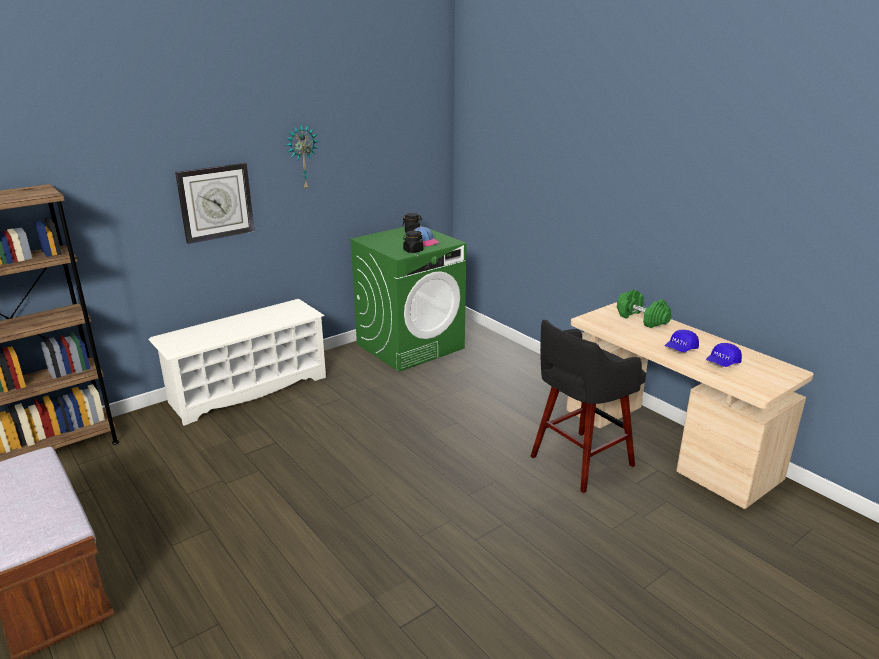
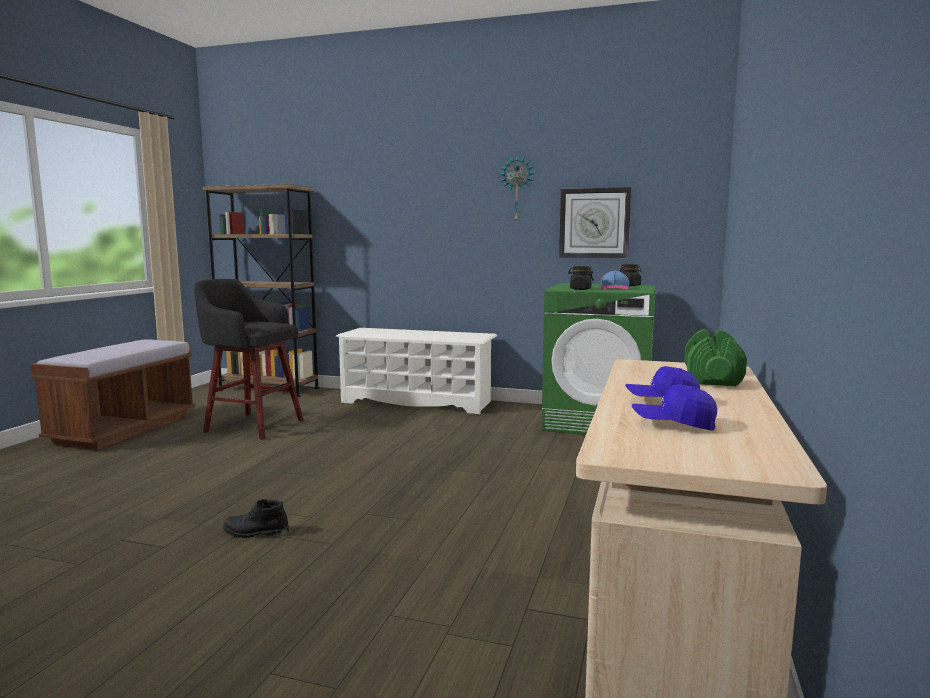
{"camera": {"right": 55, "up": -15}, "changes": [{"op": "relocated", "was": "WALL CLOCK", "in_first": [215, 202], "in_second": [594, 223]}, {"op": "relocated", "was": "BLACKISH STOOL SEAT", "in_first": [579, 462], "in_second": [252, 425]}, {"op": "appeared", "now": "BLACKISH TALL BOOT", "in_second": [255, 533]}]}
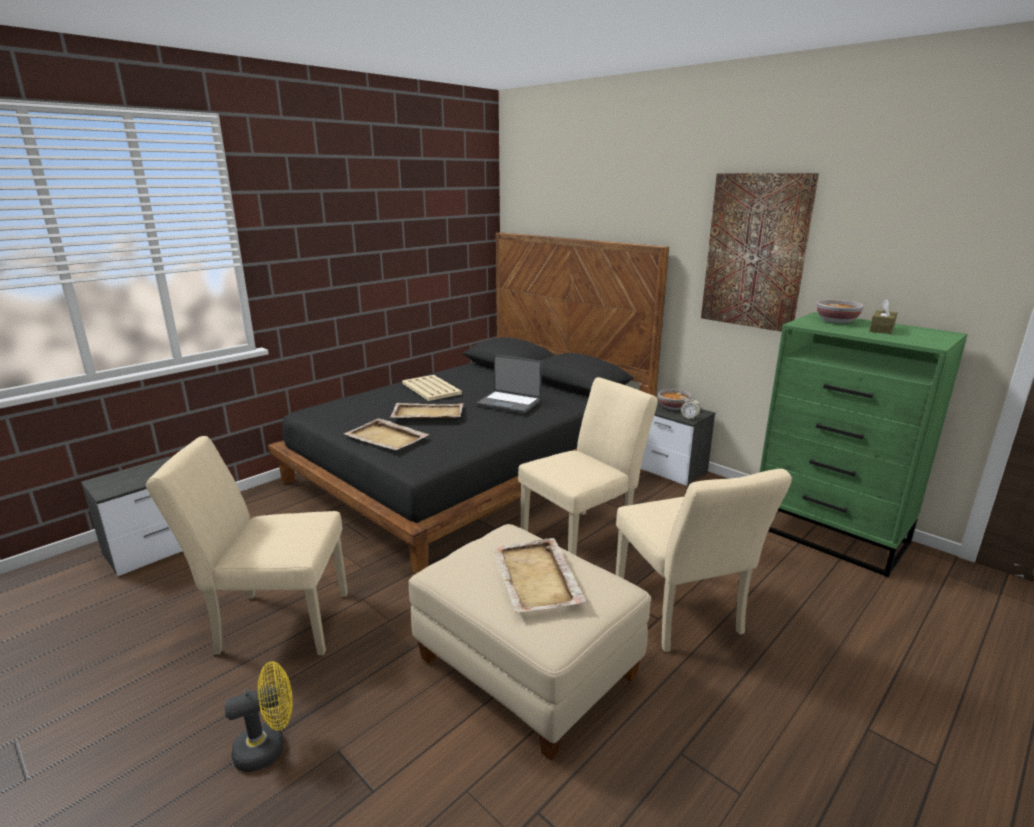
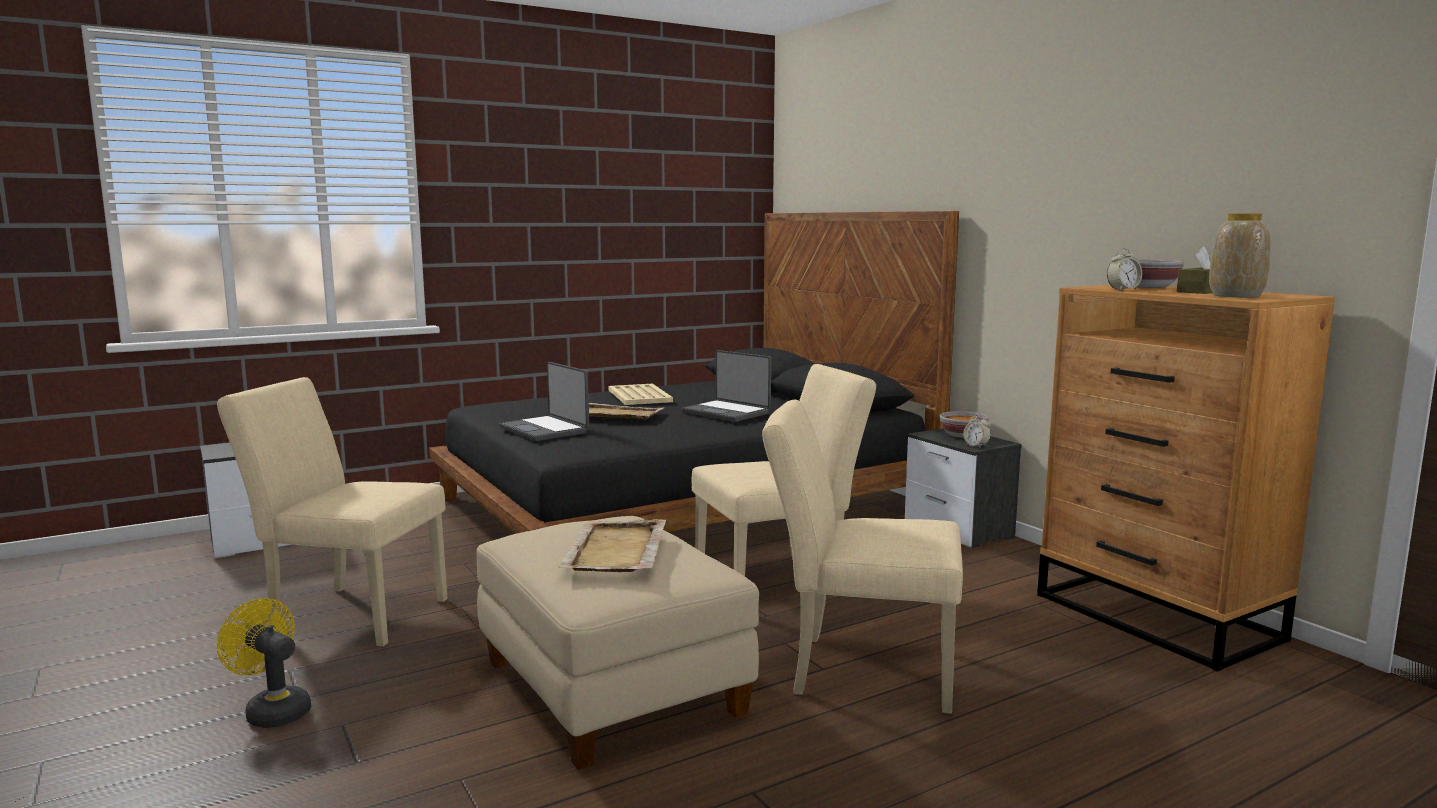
{"camera": {"right": 15, "up": -10}, "changes": [{"op": "missing", "was": "PICTURE", "in_first": [755, 252]}, {"op": "colour", "was": "GREEN-COLOURED CHEST OF DRAWERS", "now": "BROWNISH CHEST OF DRAWERS", "in_first": [830, 534], "in_second": [1158, 618]}, {"op": "exchanged", "was": "BEIGE TRAY", "now": "LAPTOP", "in_first": [387, 438], "in_second": [545, 430]}, {"op": "spun", "was": "BEIGE UPRIGHT CHAIR", "in_first": [682, 616], "in_second": [859, 670], "clockwise": 105}, {"op": "spun", "was": "YELLOWISH COOLING FAN", "in_first": [268, 747], "in_second": [272, 710], "clockwise": -135}, {"op": "appeared", "now": "FLOWER VASE", "in_second": [1235, 296]}, {"op": "appeared", "now": "TABLE CLOCK", "in_second": [1123, 290]}]}
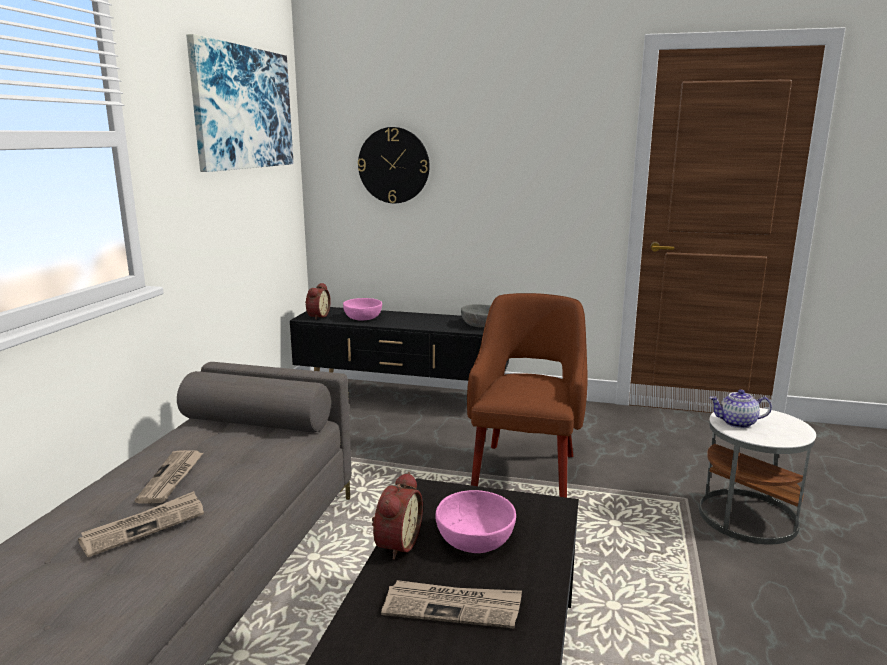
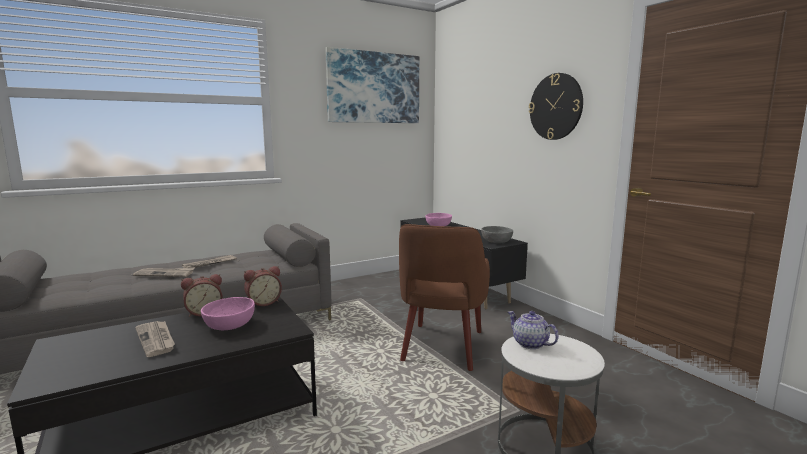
{"camera": {"right": 45, "up": -5}, "changes": [{"op": "relocated", "was": "WALL CLOCK", "in_first": [394, 165], "in_second": [555, 106]}, {"op": "relocated", "was": "TABLE CLOCK", "in_first": [317, 316], "in_second": [263, 302]}, {"op": "spun", "was": "BROWNISH EASY CHAIR", "in_first": [526, 472], "in_second": [442, 347], "clockwise": 135}]}
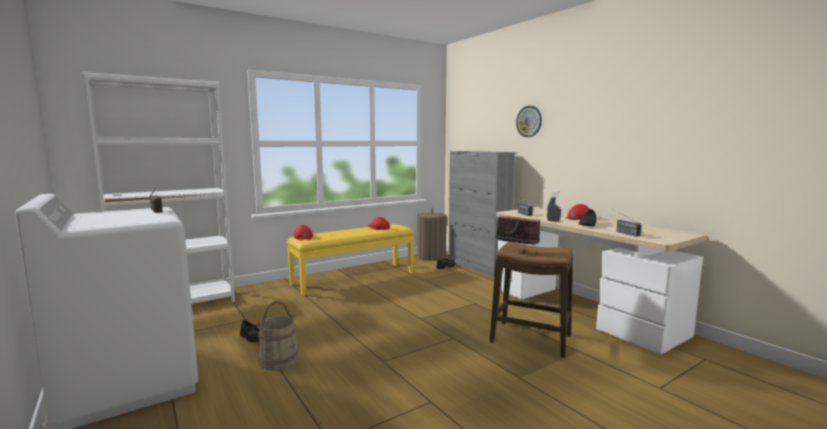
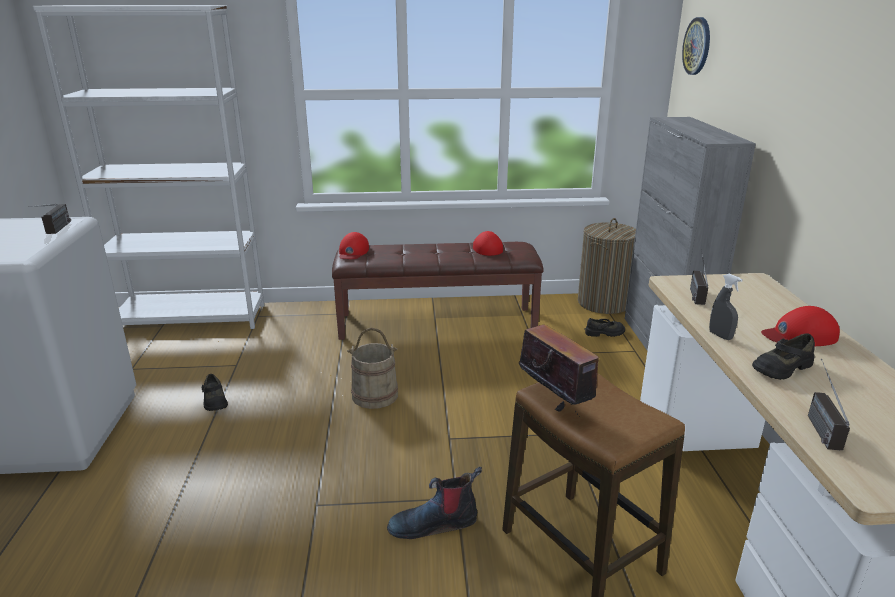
{"camera": {"right": 30, "up": 15}, "changes": [{"op": "relocated", "was": "WALL CLOCK", "in_first": [529, 121], "in_second": [697, 46]}, {"op": "colour", "was": "YELLOWISH LONG SEAT", "now": "BROWNISH LONG SEAT", "in_first": [354, 278], "in_second": [437, 322]}, {"op": "relocated", "was": "BEIGE WATER BUCKET", "in_first": [278, 360], "in_second": [375, 395]}, {"op": "appeared", "now": "TALL BOOT", "in_second": [434, 523]}]}
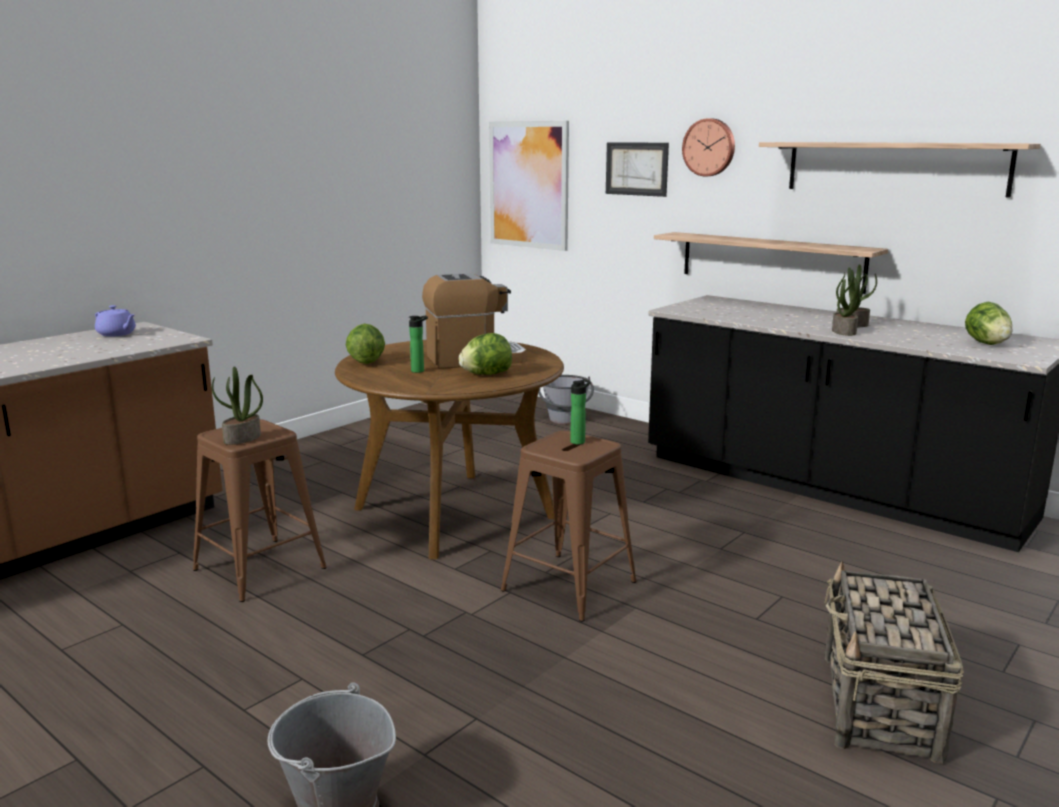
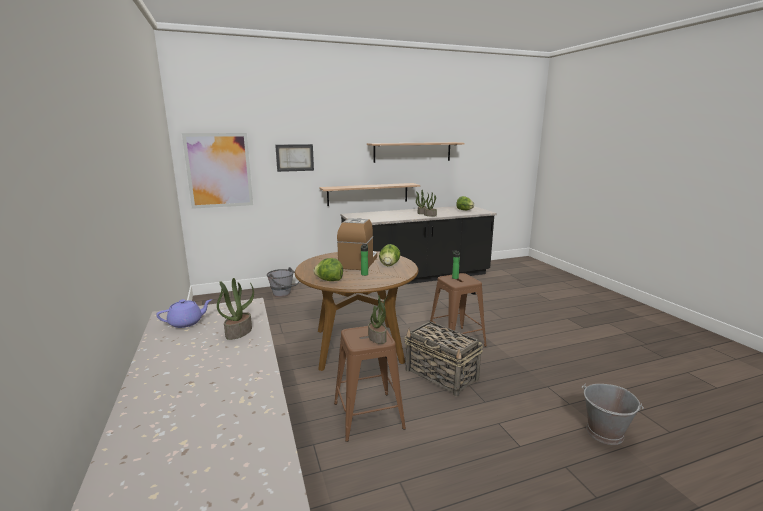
{"camera": {"right": -60, "up": 0}, "changes": [{"op": "missing", "was": "WALL CLOCK", "in_first": [709, 147]}, {"op": "relocated", "was": "HOUSEHOLD BASKET", "in_first": [879, 706], "in_second": [442, 375]}, {"op": "appeared", "now": "PLANT IN A POT", "in_second": [238, 332]}]}
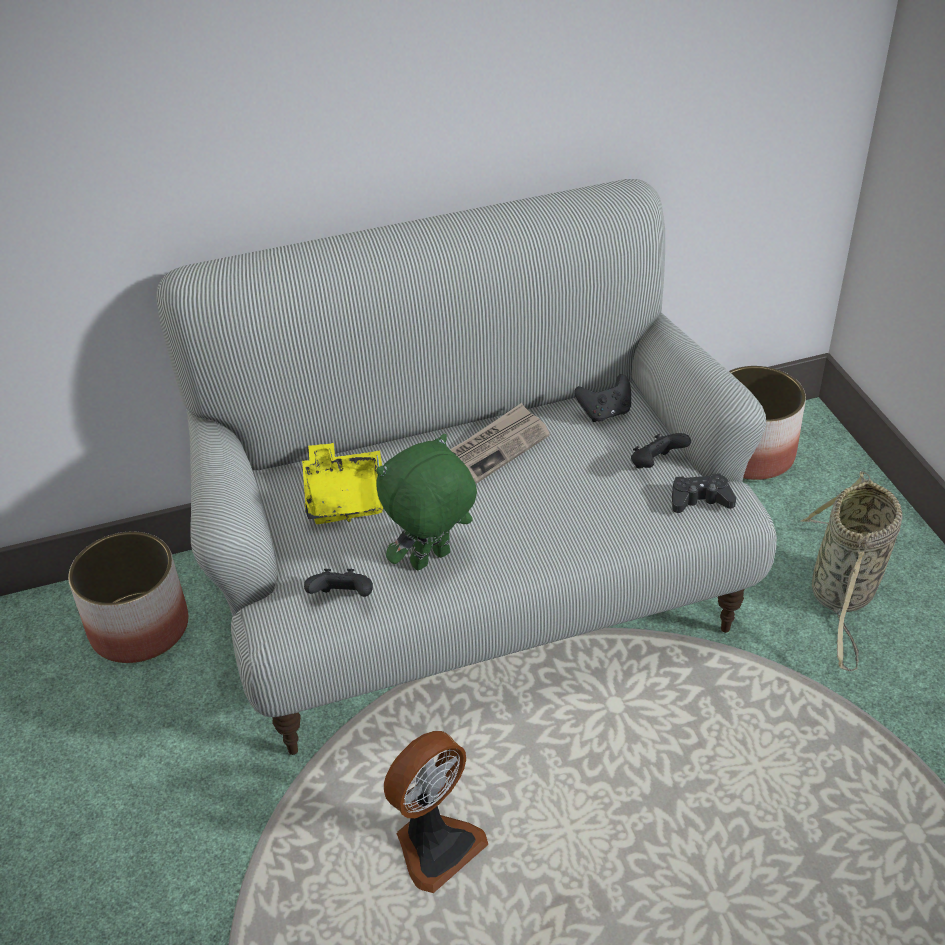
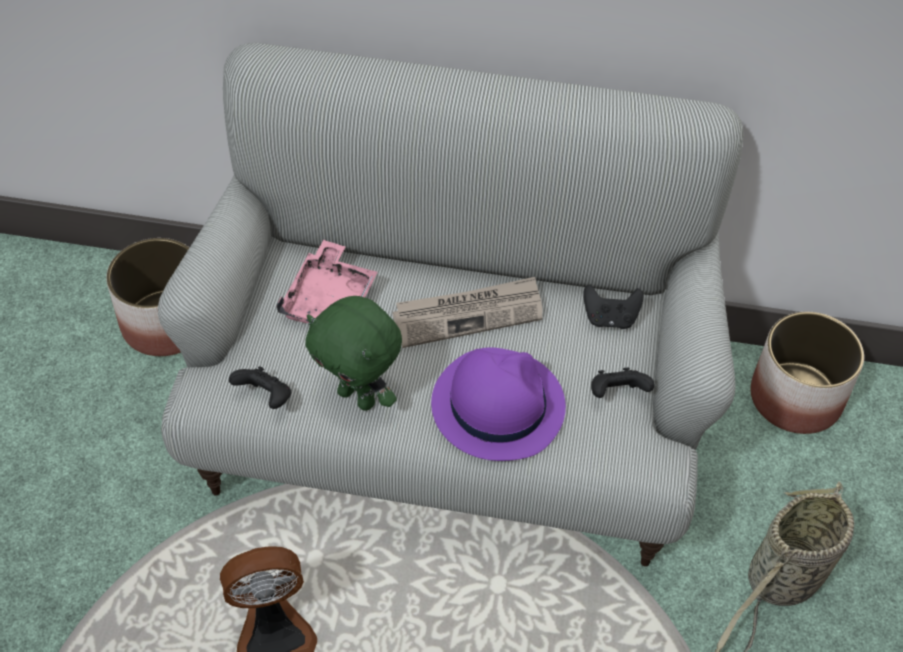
{"camera": {"right": 25, "up": 10}, "changes": [{"op": "spun", "was": "GREEN-COLOURED CUDDLY TOY", "in_first": [431, 561], "in_second": [358, 397], "clockwise": -135}, {"op": "colour", "was": "YELLOWISH TRAY", "now": "PINK-COLOURED TRAY", "in_first": [345, 496], "in_second": [330, 300]}, {"op": "missing", "was": "BLACKISH GAME CONTROLLER", "in_first": [700, 500]}, {"op": "appeared", "now": "PURPLE HAT", "in_second": [497, 405]}]}
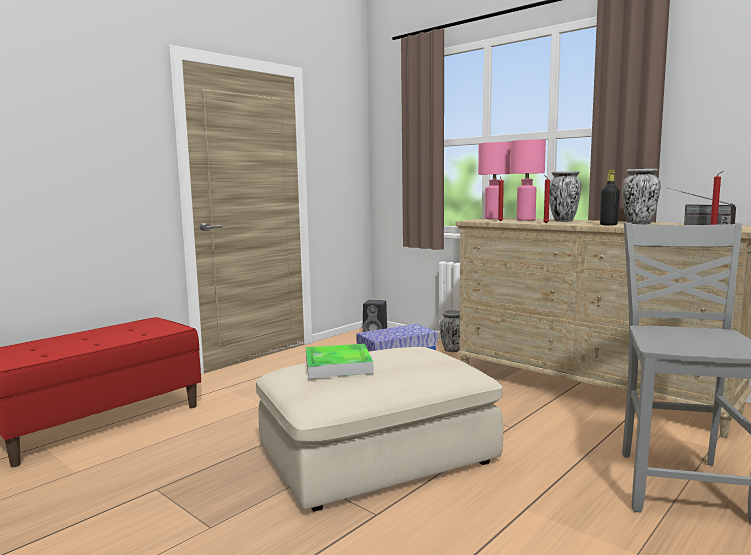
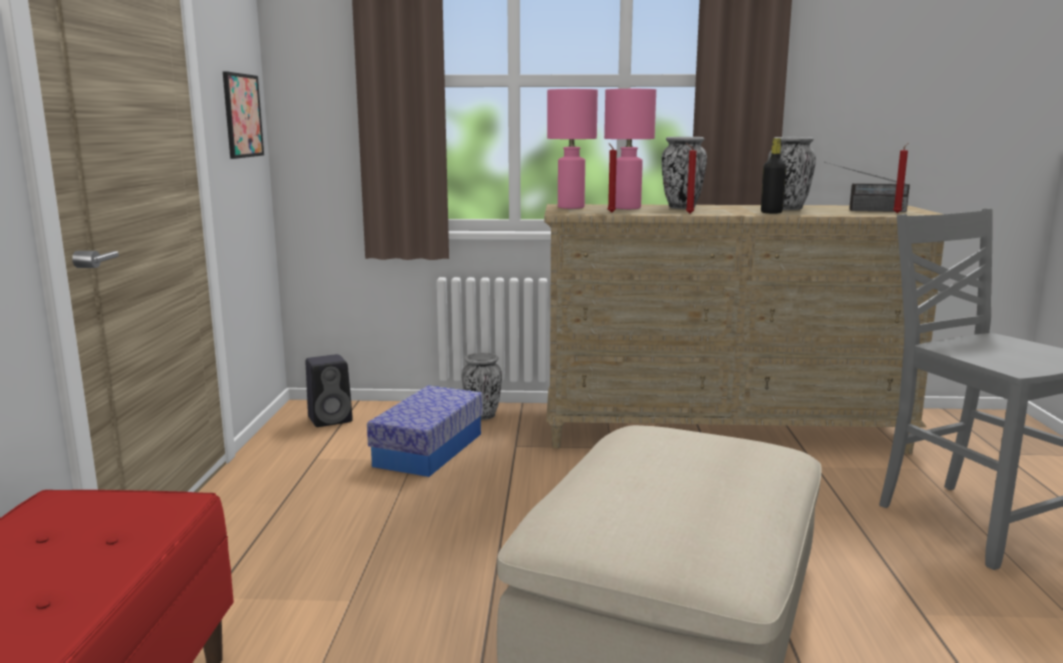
{"camera": {"right": -40, "up": 5}, "changes": [{"op": "missing", "was": "TRAY", "in_first": [338, 365]}, {"op": "appeared", "now": "PICTURE", "in_second": [242, 115]}]}
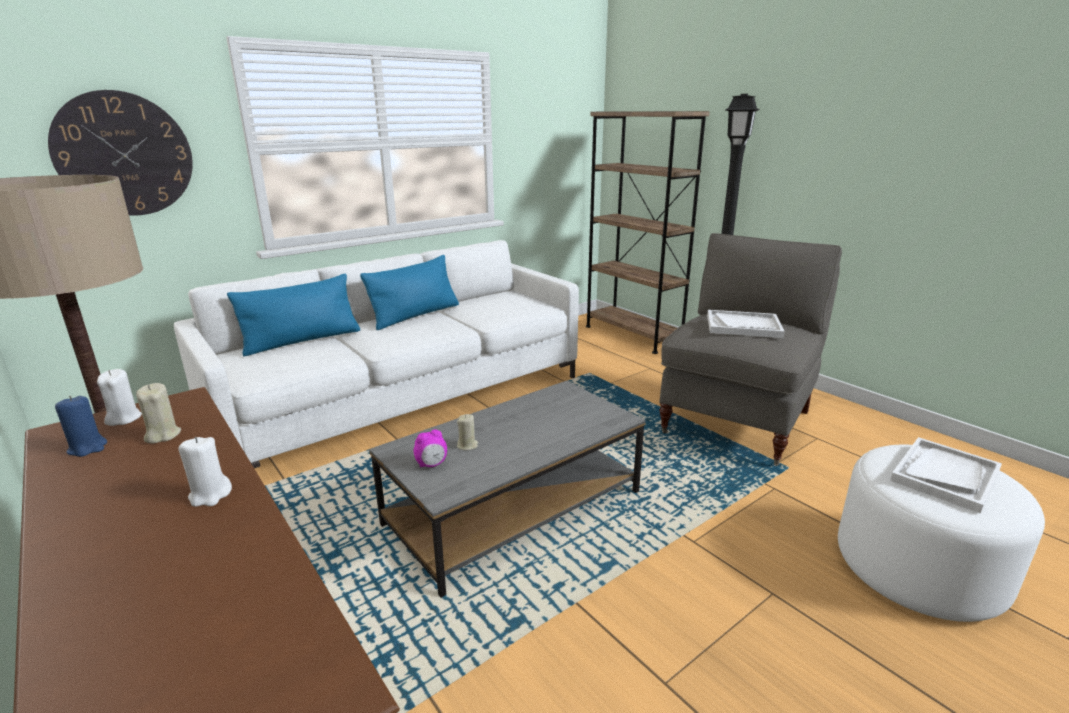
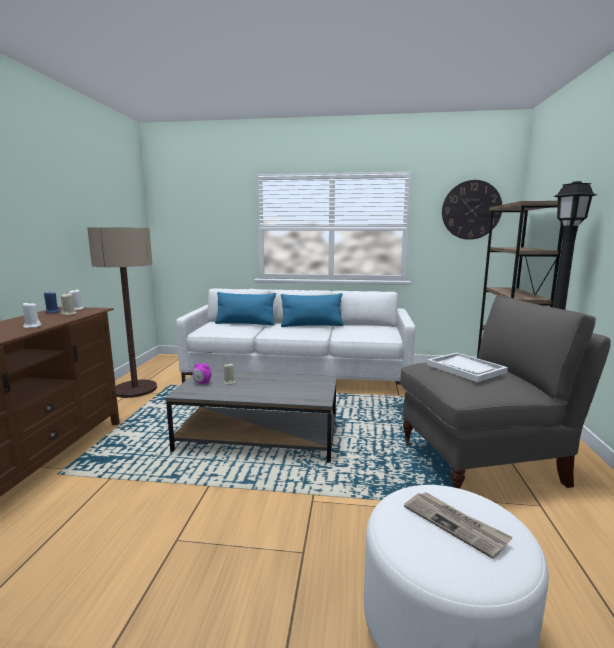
{"camera": {"right": 45, "up": -10}, "changes": [{"op": "relocated", "was": "WALL CLOCK", "in_first": [124, 154], "in_second": [471, 210]}, {"op": "exchanged", "was": "WHITISH TRAY", "now": "PRINTED PAPER", "in_first": [945, 475], "in_second": [455, 524]}]}
